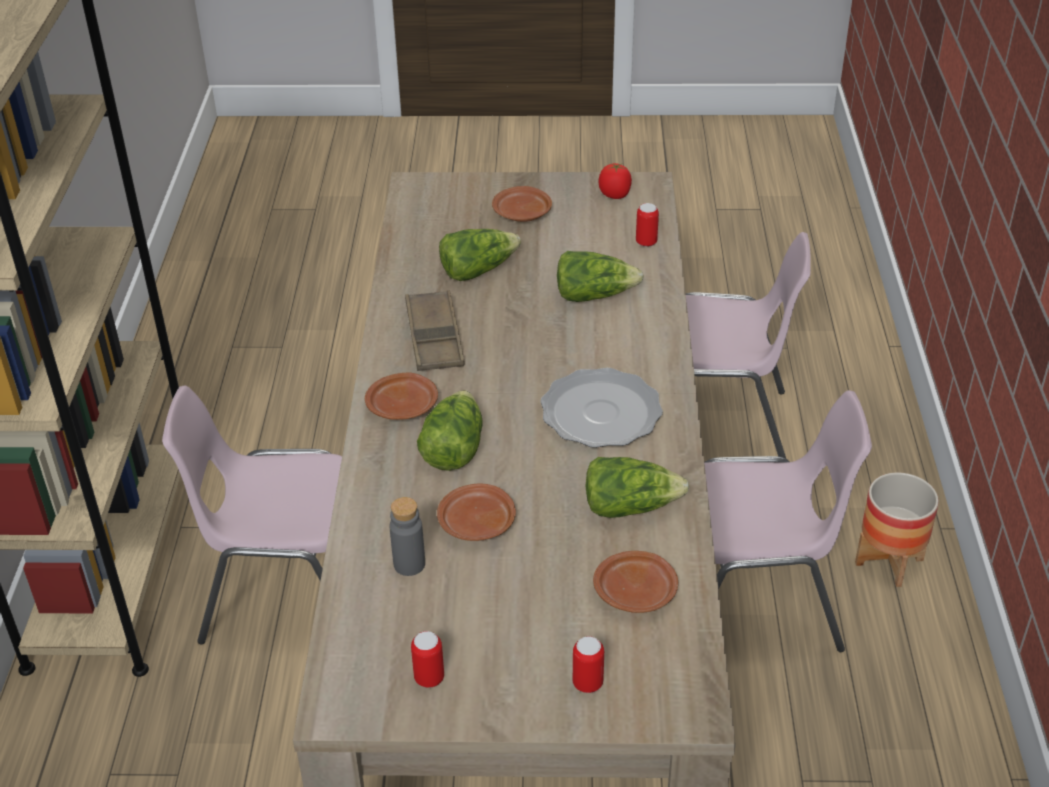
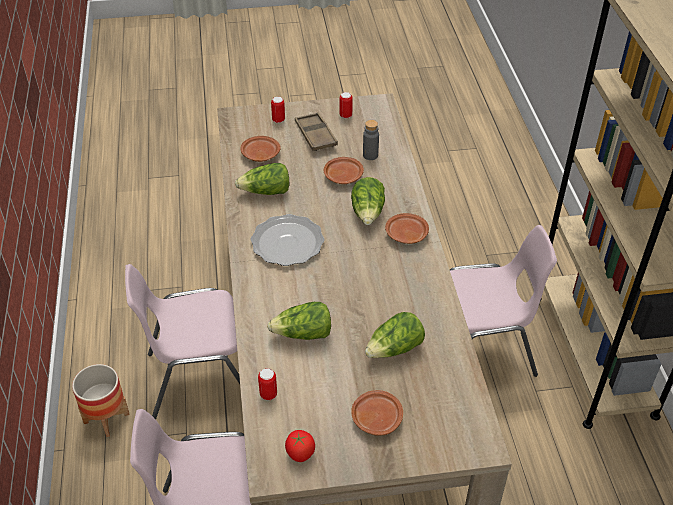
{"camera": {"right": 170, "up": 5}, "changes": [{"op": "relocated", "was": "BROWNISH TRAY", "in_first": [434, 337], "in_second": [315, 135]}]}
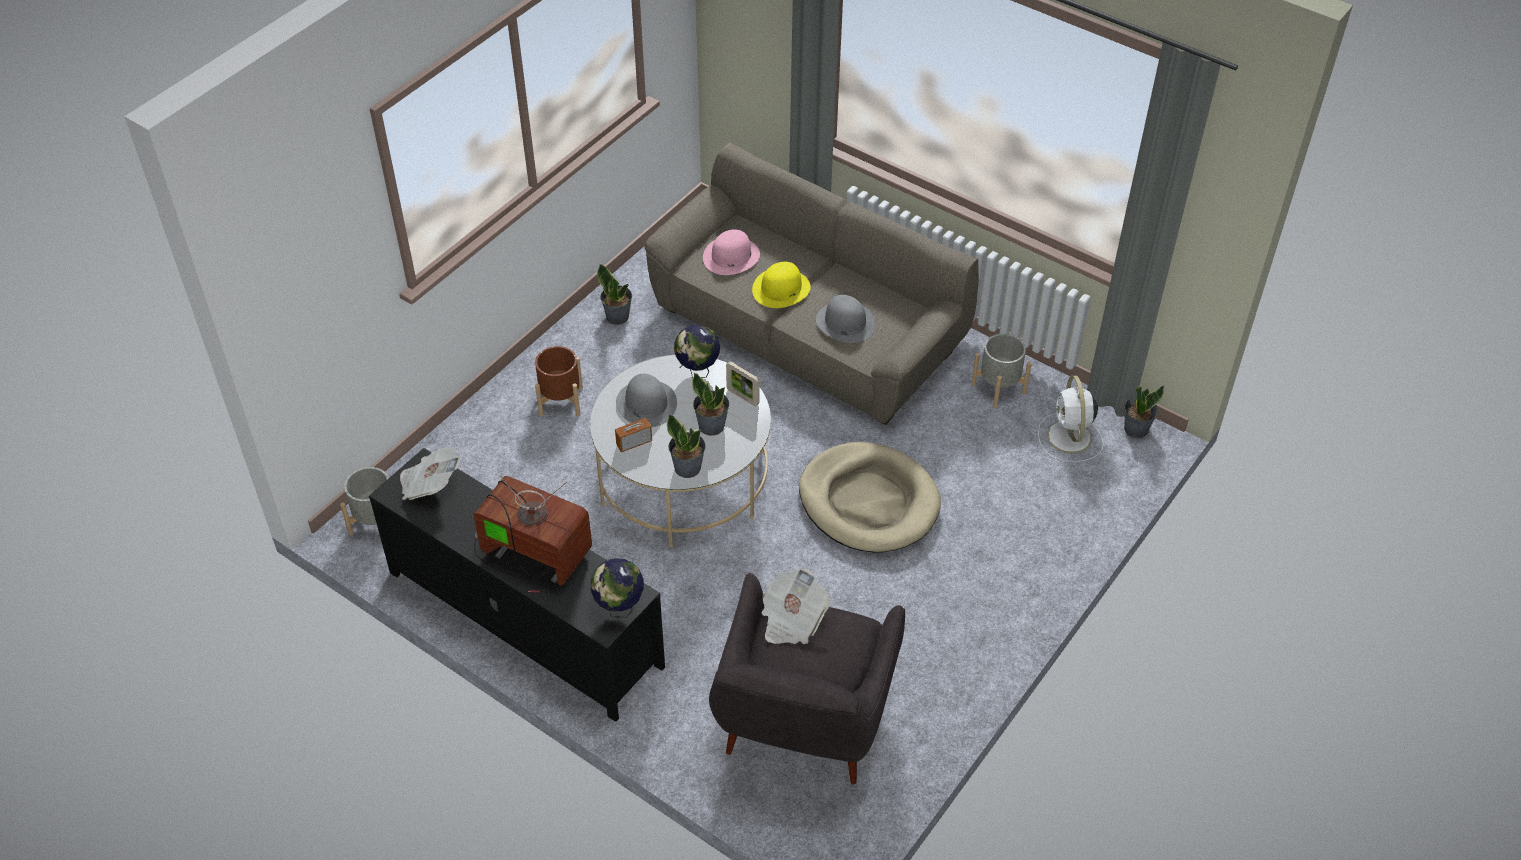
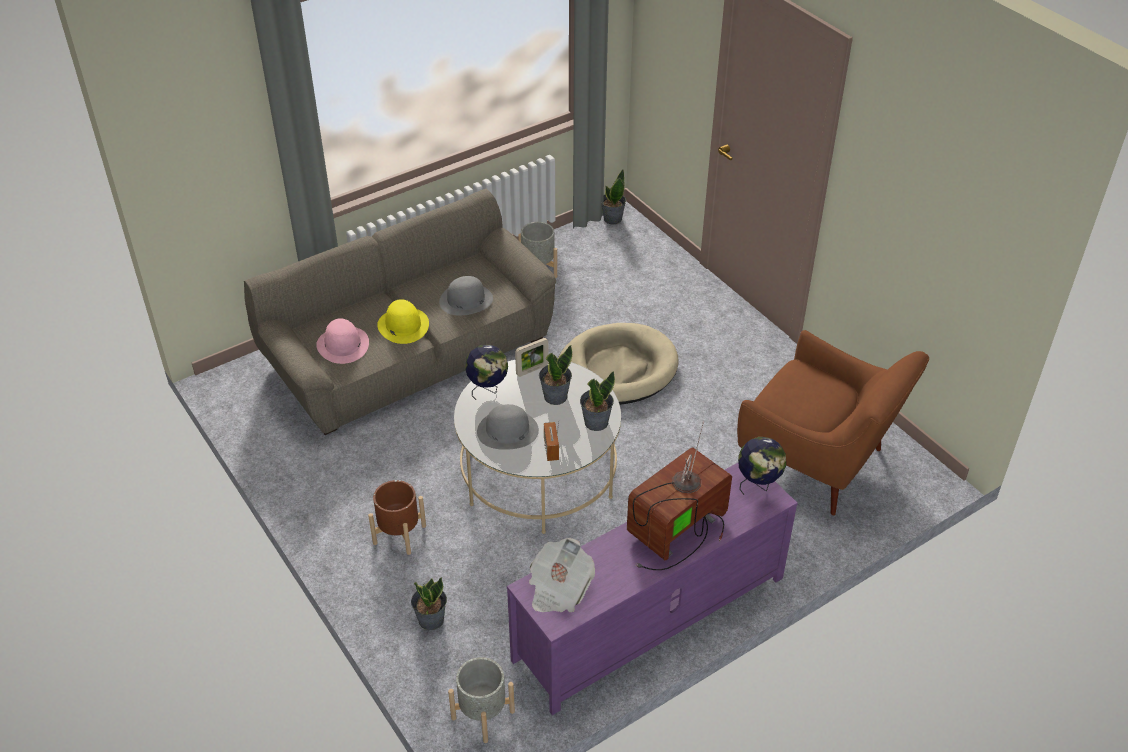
{"camera": {"right": -70, "up": -5}, "changes": [{"op": "relocated", "was": "PLANT IN A POT", "in_first": [617, 316], "in_second": [430, 619]}, {"op": "missing", "was": "WHITISH COOLING FAN", "in_first": [1069, 438]}, {"op": "colour", "was": "BLACKISH TV STAND", "now": "PURPLE TV STAND", "in_first": [523, 618], "in_second": [649, 619]}, {"op": "missing", "was": "PRINTED PAPER", "in_first": [791, 619]}, {"op": "colour", "was": "GREYISH EASY CHAIR", "now": "BROWNISH EASY CHAIR", "in_first": [802, 724], "in_second": [818, 464]}]}
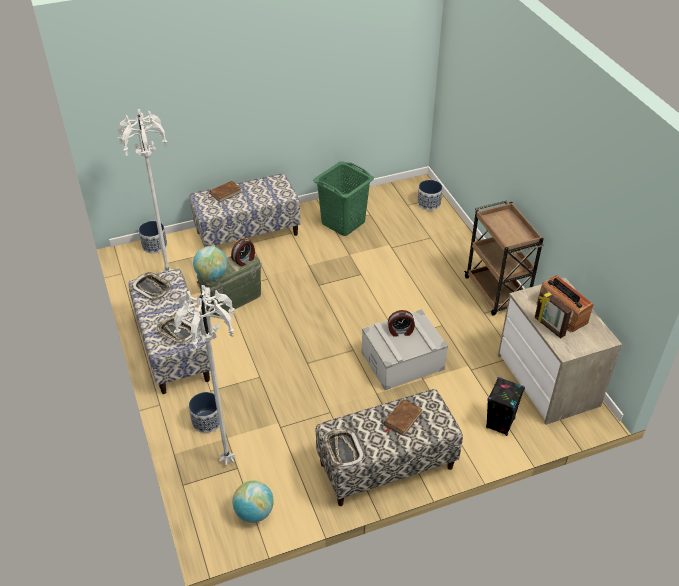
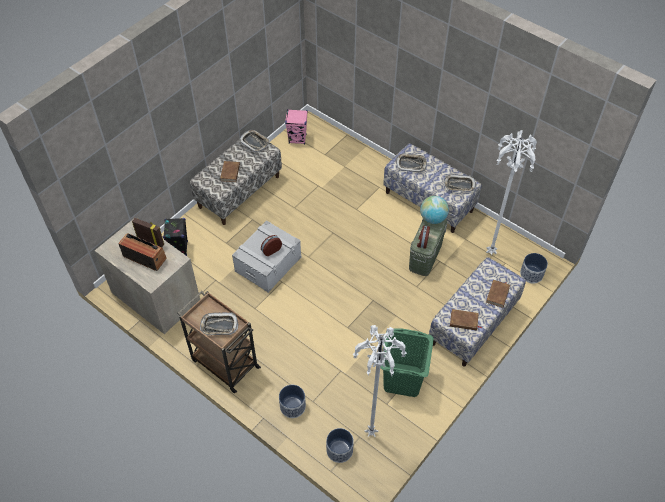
{"camera": {"right": 150, "up": 10}, "changes": [{"op": "relocated", "was": "WHITISH STANDING LAMP", "in_first": [226, 460], "in_second": [372, 433]}, {"op": "relocated", "was": "FLOWER POT", "in_first": [207, 421], "in_second": [292, 406]}, {"op": "exchanged", "was": "GLOBE", "now": "PINK-COLOURED LOUDSPEAKER", "in_first": [254, 512], "in_second": [297, 139]}, {"op": "appeared", "now": "BROWNISH VOLUME", "in_second": [464, 321]}, {"op": "appeared", "now": "TRAY", "in_second": [219, 326]}]}
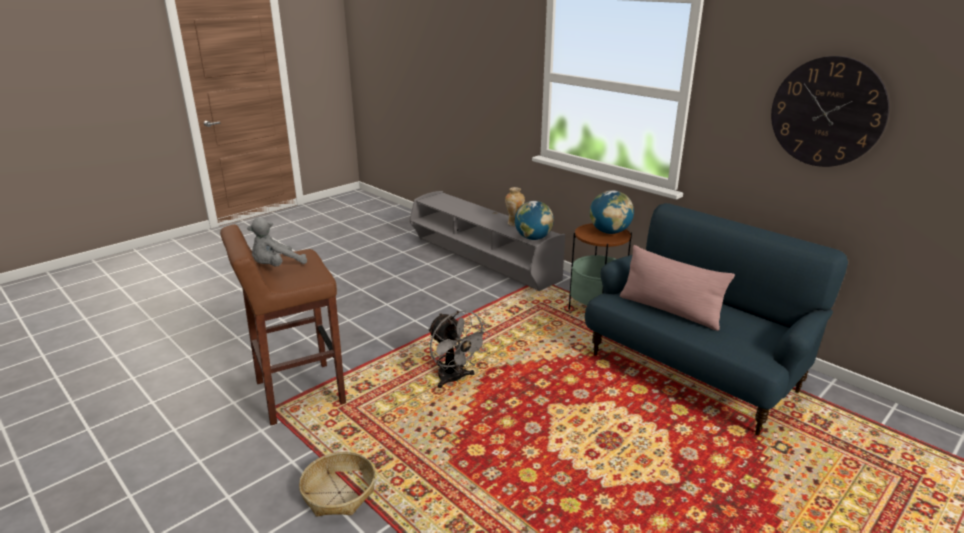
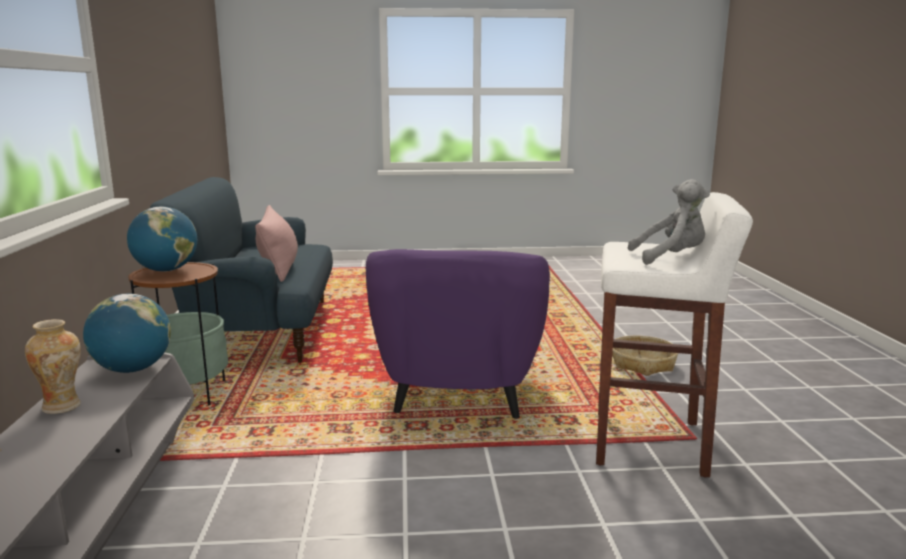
{"camera": {"right": -140, "up": -10}, "changes": [{"op": "missing", "was": "WALL CLOCK", "in_first": [827, 112]}, {"op": "colour", "was": "BROWNISH STOOL SEAT", "now": "WHITISH STOOL SEAT", "in_first": [298, 393], "in_second": [651, 443]}, {"op": "exchanged", "was": "GREYISH COOLING FAN", "now": "PURPLE EASY CHAIR", "in_first": [454, 379], "in_second": [460, 393]}]}
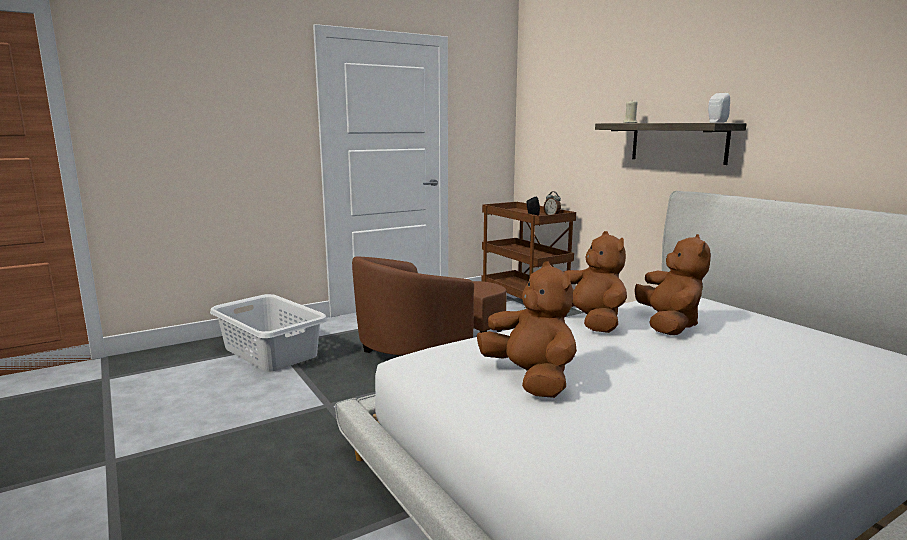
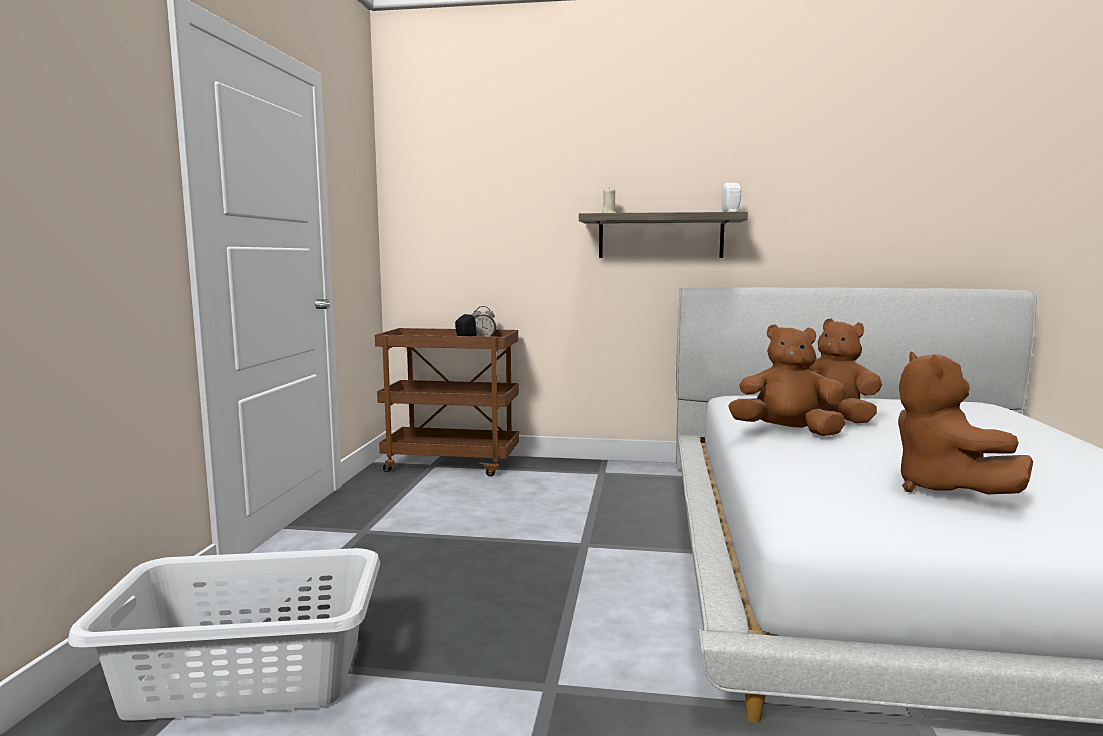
{"camera": {"right": -50, "up": -5}, "changes": [{"op": "missing", "was": "BROWNISH EASY CHAIR", "in_first": [427, 346]}, {"op": "spun", "was": "BROWNISH CUDDLY TOY", "in_first": [530, 379], "in_second": [943, 489], "clockwise": -105}]}
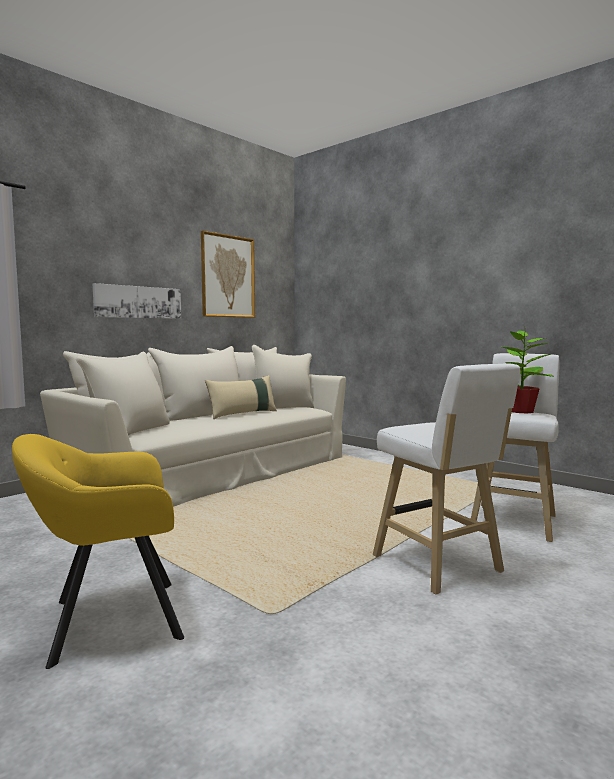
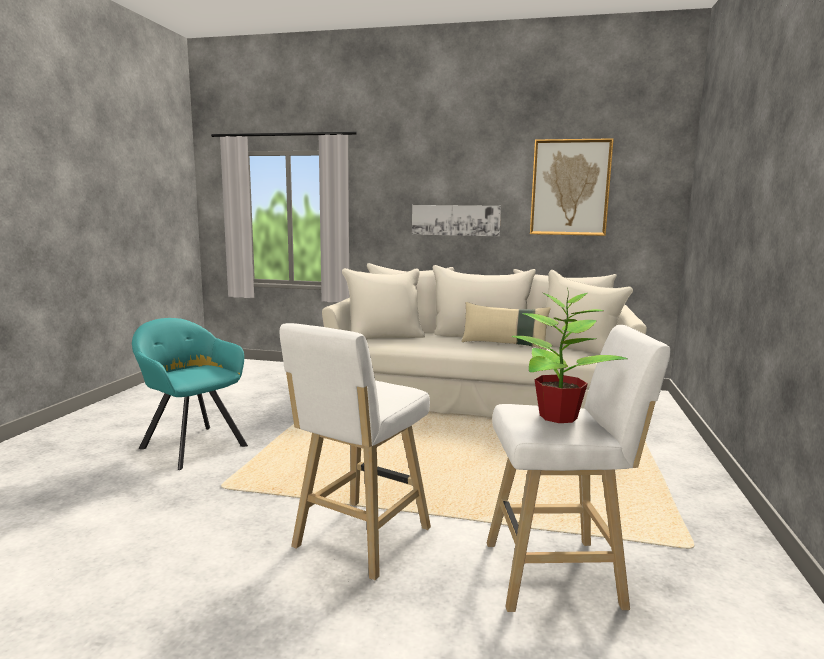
{"camera": {"right": 60, "up": 5}, "changes": [{"op": "colour", "was": "YELLOWISH EASY CHAIR", "now": "BLUE-GREEN EASY CHAIR", "in_first": [108, 620], "in_second": [192, 445]}]}
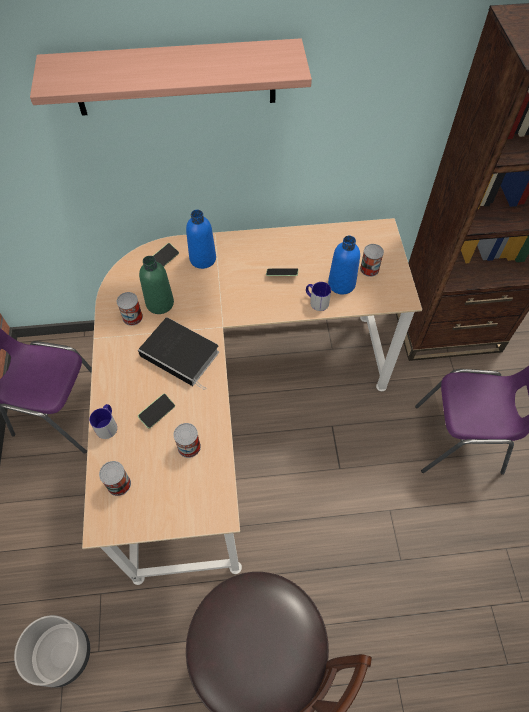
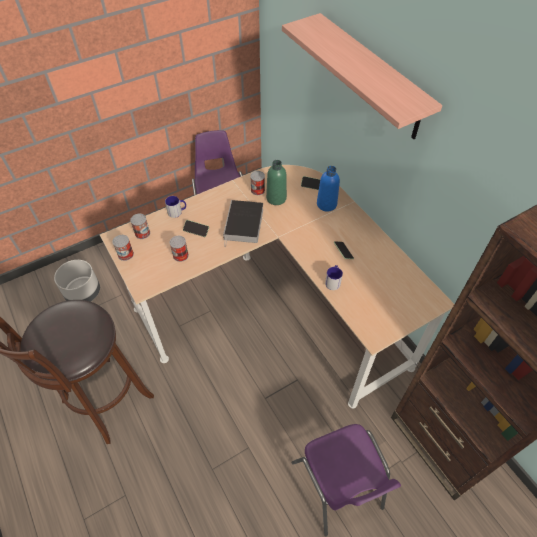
{"camera": {"right": 65, "up": -5}, "changes": [{"op": "missing", "was": "BLUE BOTTLE", "in_first": [341, 284]}, {"op": "relocated", "was": "METAL CAN", "in_first": [369, 269], "in_second": [125, 254]}]}
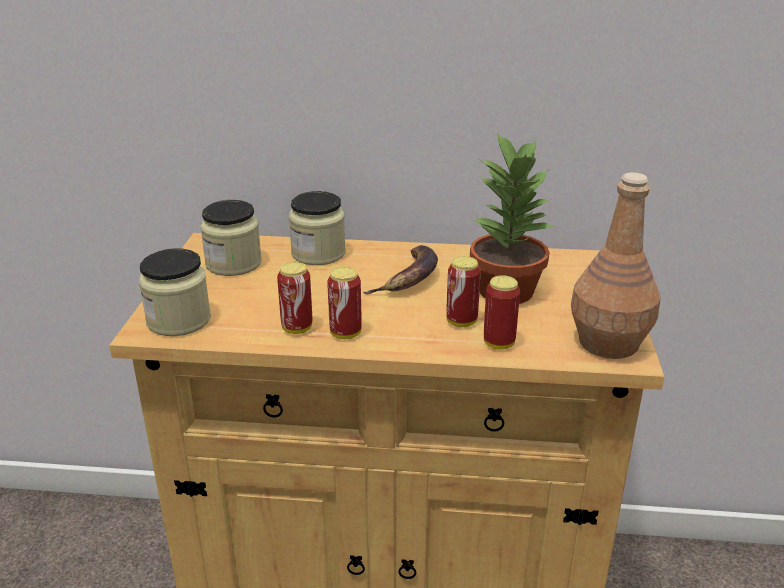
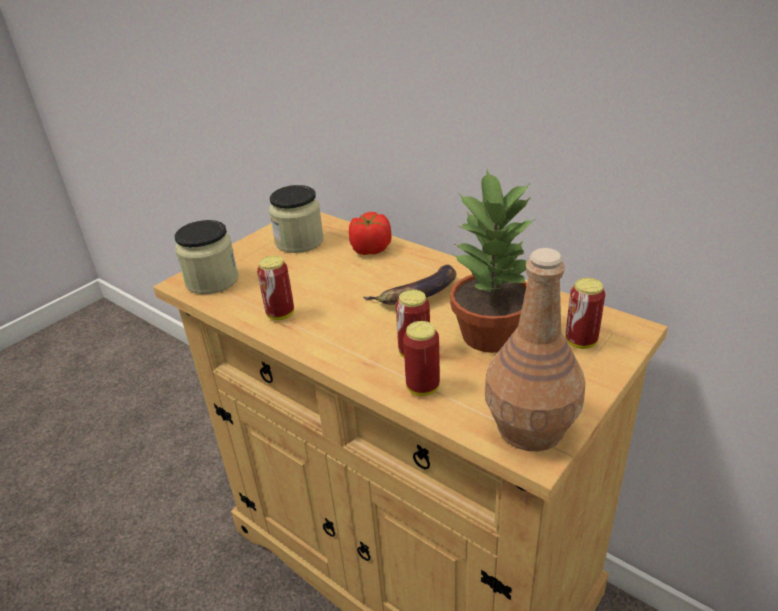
{"camera": {"right": 35, "up": 5}, "changes": [{"op": "exchanged", "was": "JAR", "now": "TOMATO", "in_first": [318, 253], "in_second": [370, 249]}, {"op": "relocated", "was": "METAL CAN", "in_first": [345, 333], "in_second": [581, 342]}]}
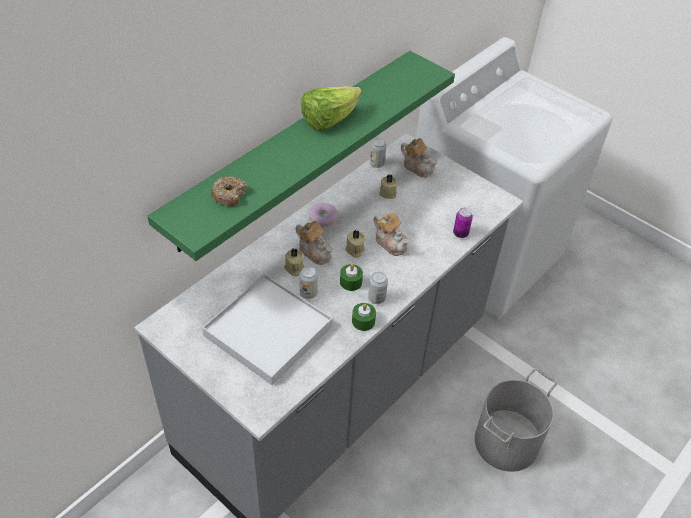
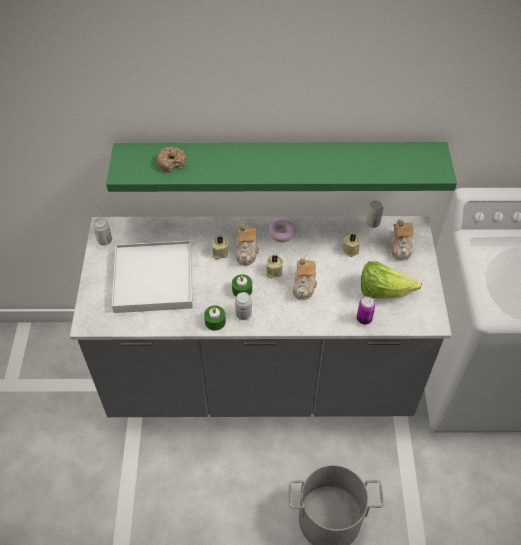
{"camera": {"right": 50, "up": 5}, "changes": [{"op": "relocated", "was": "LETTUCE", "in_first": [329, 120], "in_second": [383, 291]}, {"op": "relocated", "was": "METAL CAN", "in_first": [308, 293], "in_second": [105, 241]}]}
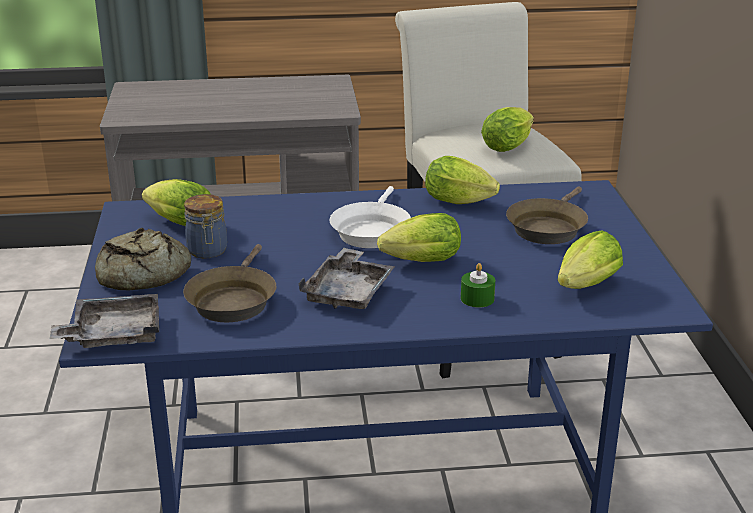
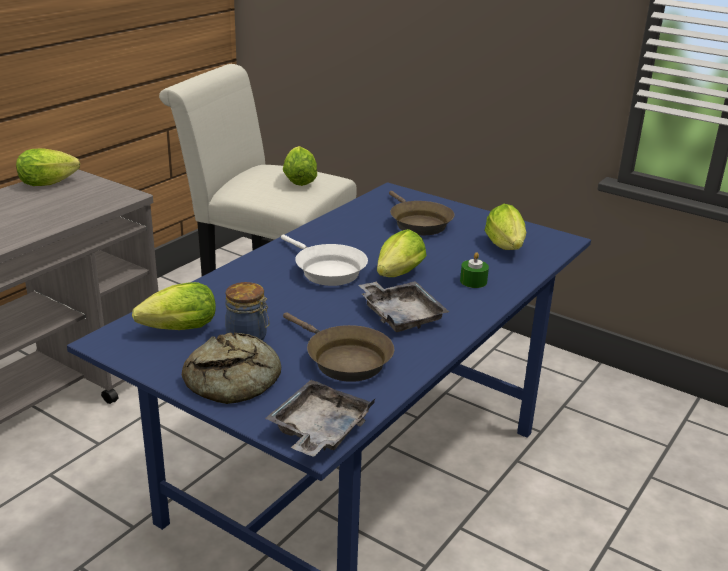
{"camera": {"right": -50, "up": 0}, "changes": [{"op": "relocated", "was": "LETTUCE", "in_first": [462, 202], "in_second": [51, 183]}]}
